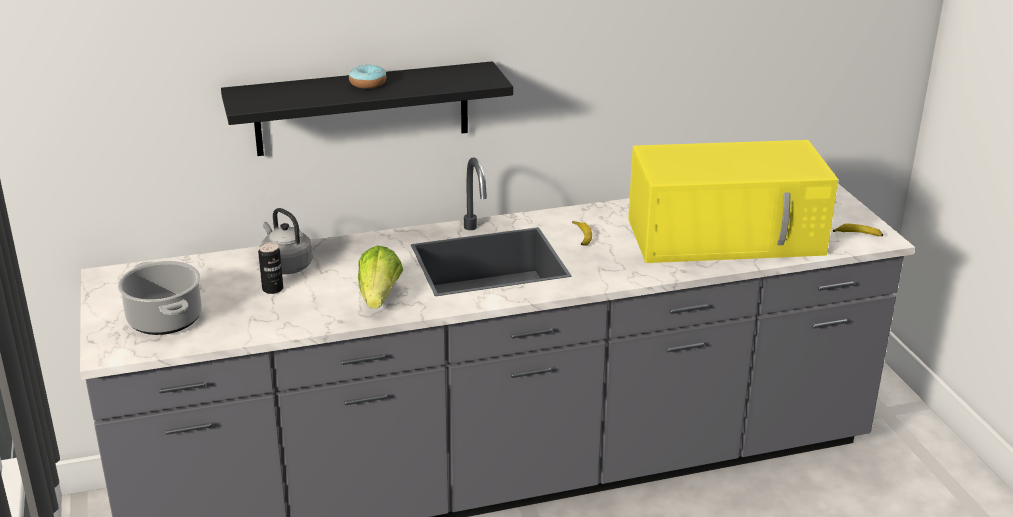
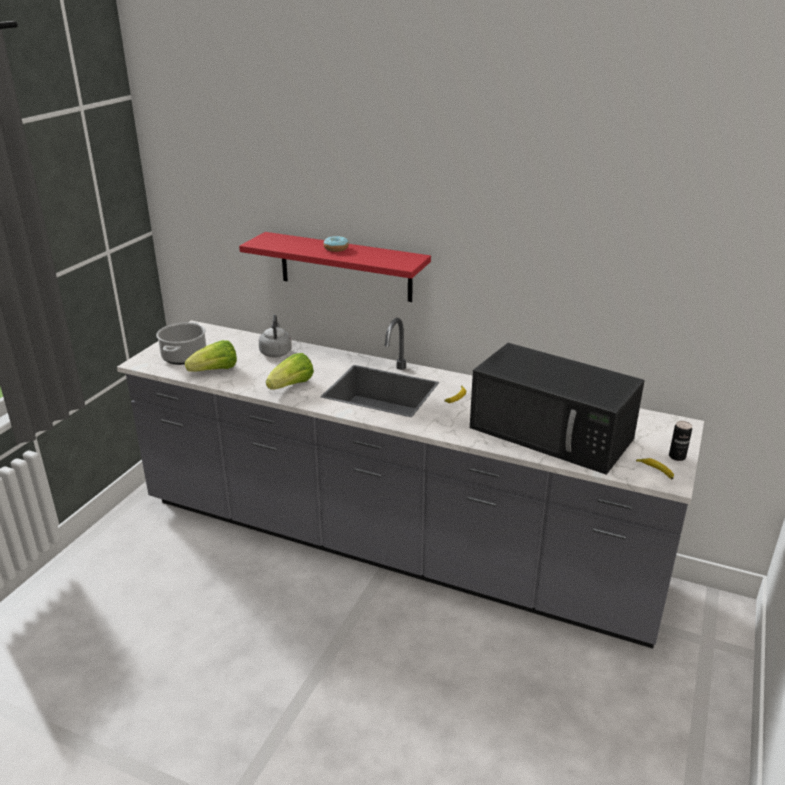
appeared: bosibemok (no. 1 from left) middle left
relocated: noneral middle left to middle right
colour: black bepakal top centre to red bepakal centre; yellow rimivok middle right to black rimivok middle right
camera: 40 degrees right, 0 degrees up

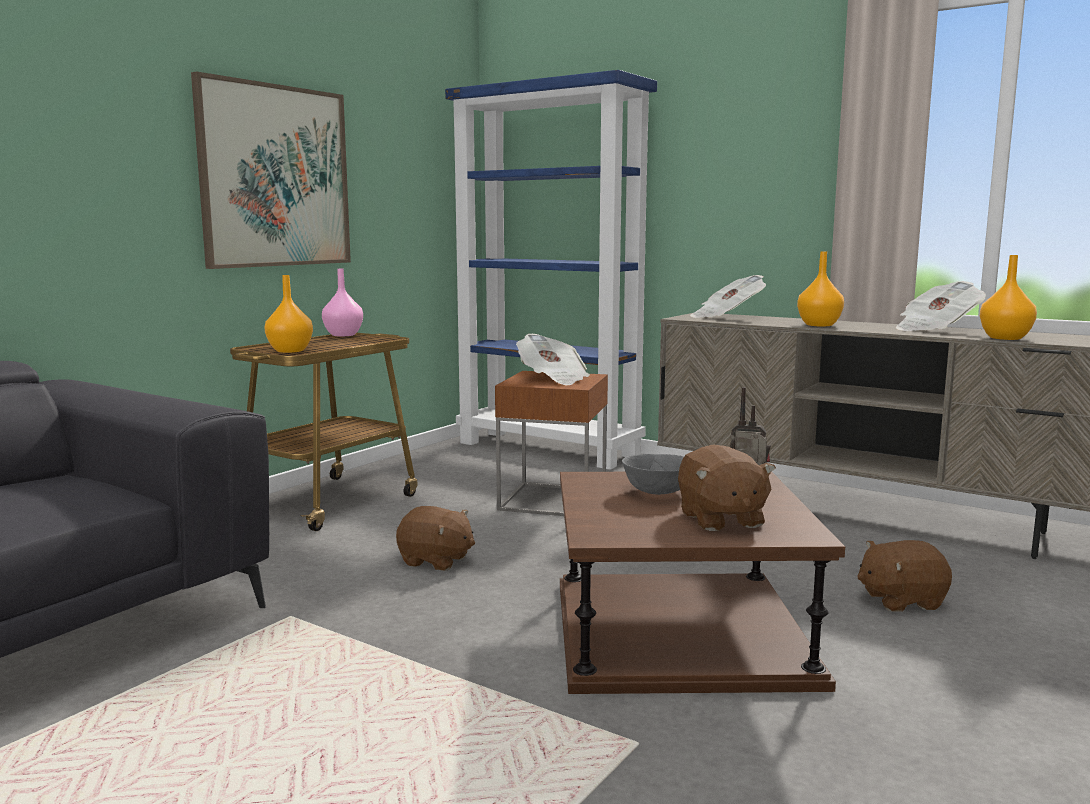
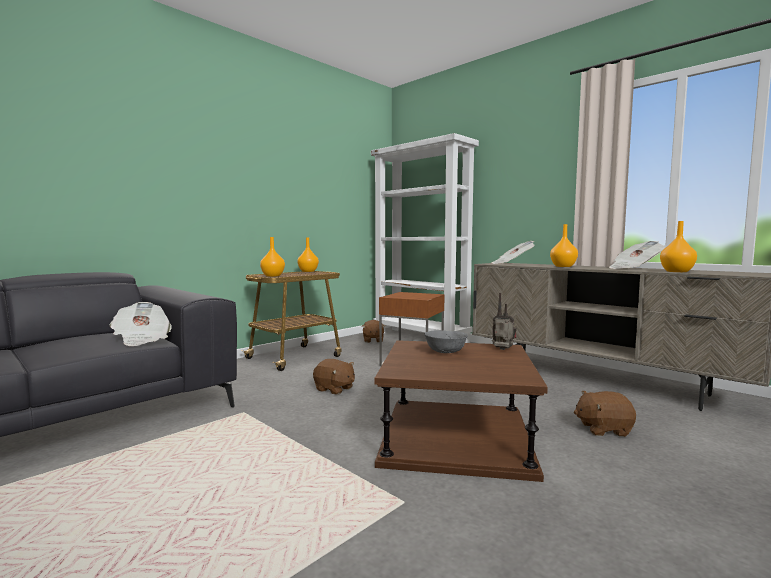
missing: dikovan top left
relocated: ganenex (no. 1 from left) centre to middle left; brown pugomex (no. 2 from left) middle right to centre
colour: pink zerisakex middle left to orange zerisakex (no. 2 from left) centre; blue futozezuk centre to white futozezuk centre
camera: 10 degrees right, 5 degrees down

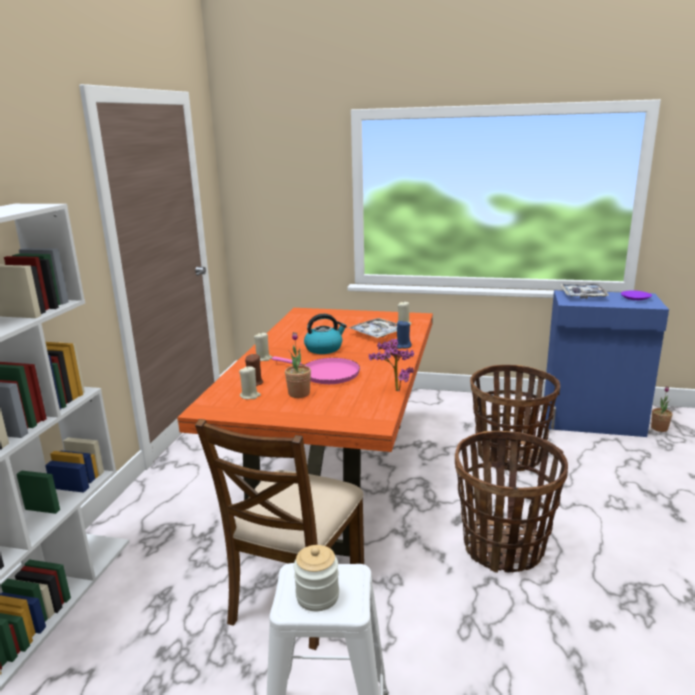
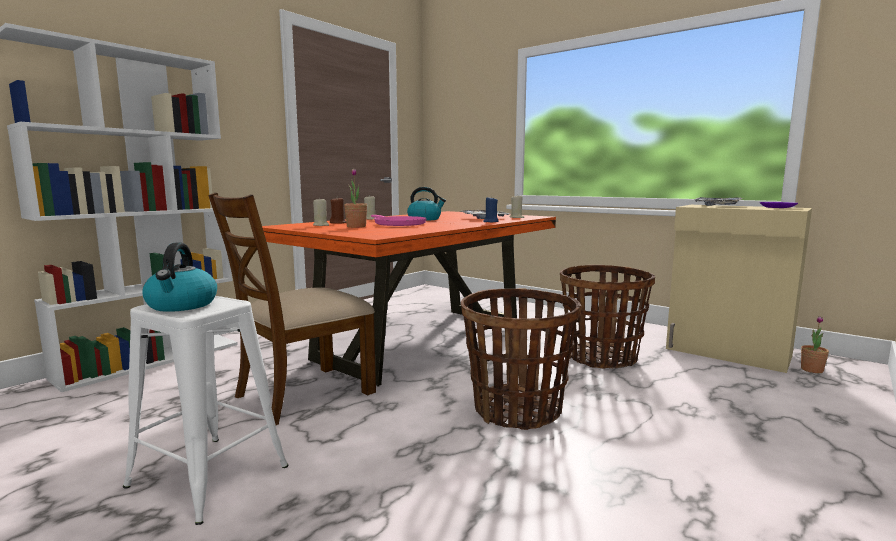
missing: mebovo (no. 2 from left) centre
exchanged: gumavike bottom centre to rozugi (no. 1 from left) middle left
colour: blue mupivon middle right to beige mupivon middle right
camera: 25 degrees right, 10 degrees down

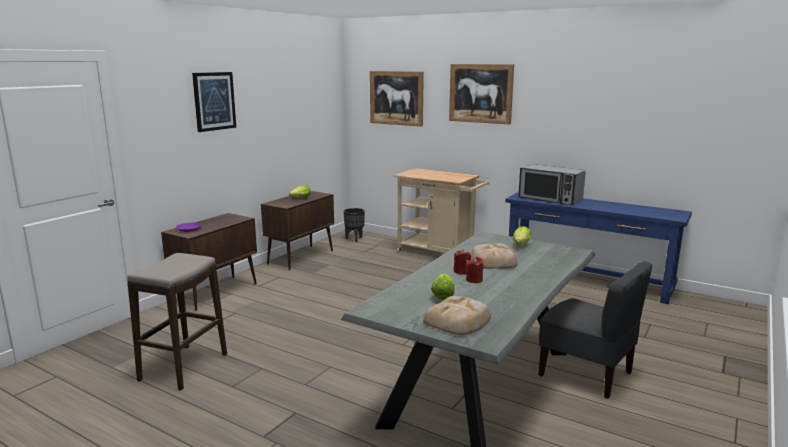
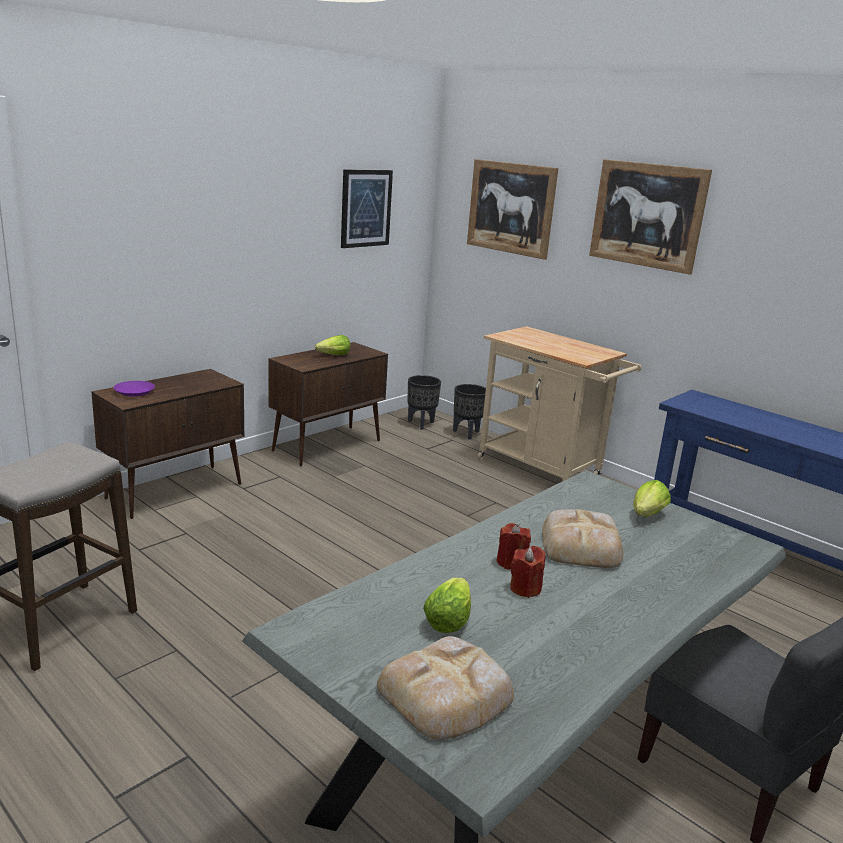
missing: rimivok middle right
appeared: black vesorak (no. 2 from left) centre
relocated: dikovan (no. 1 from left) top left to top centre
camera: 10 degrees right, 5 degrees up

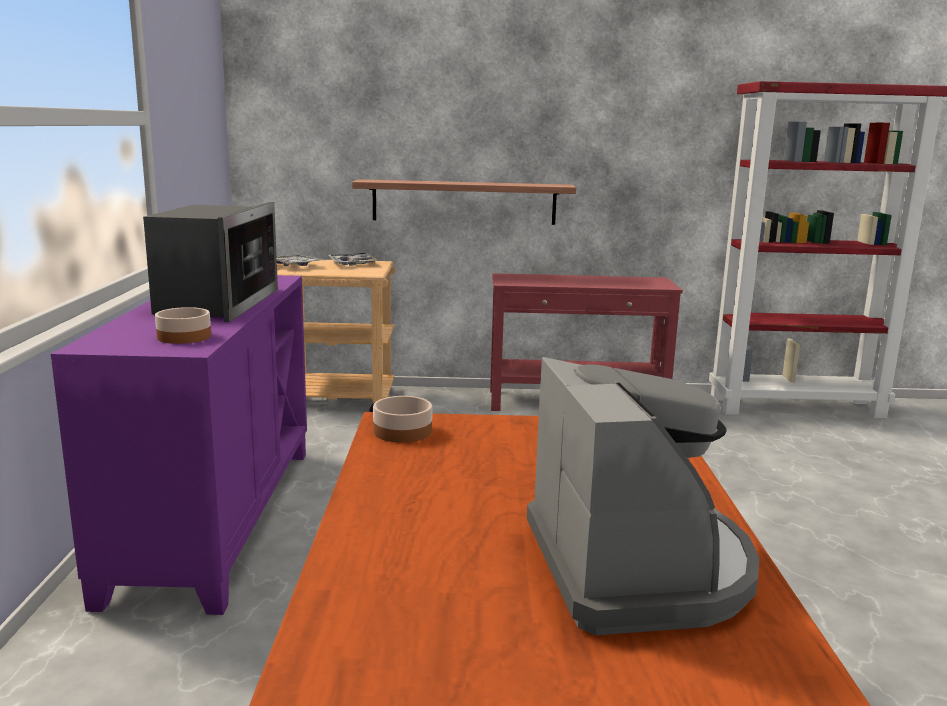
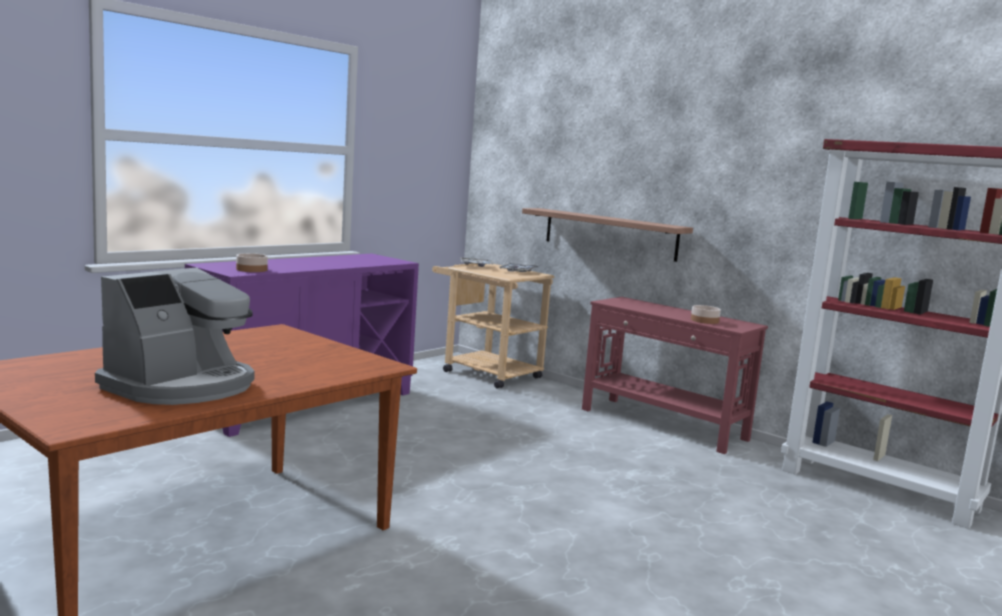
missing: rimivok middle left
relocated: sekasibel (no. 2 from left) centre to middle right
camera: 40 degrees right, 5 degrees down

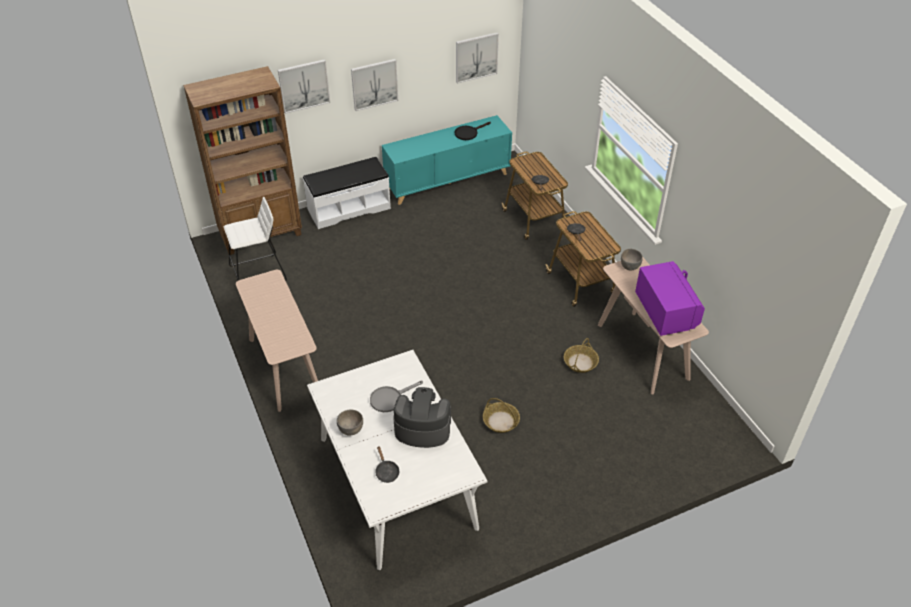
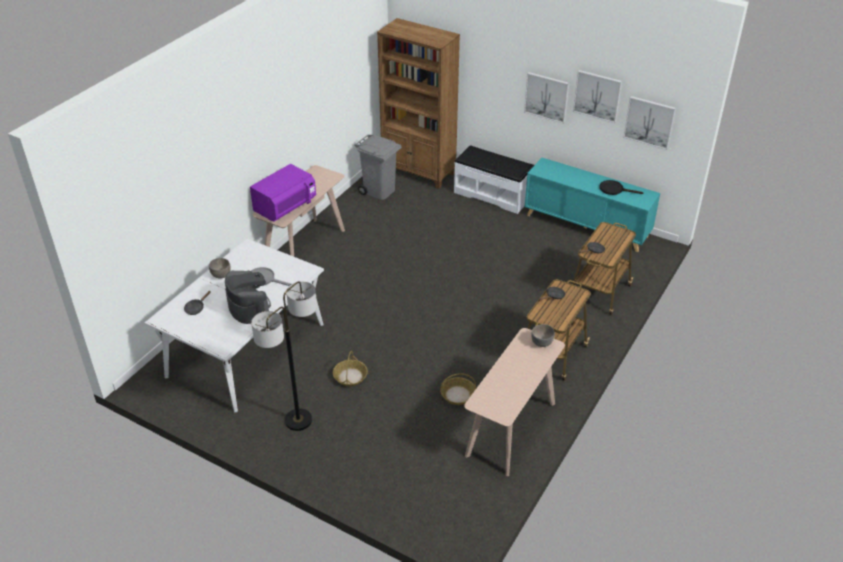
appeared: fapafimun centre
relocated: dikovan (no. 1 from left in the first image) top centre to dikovan (no. 2 from left) top right; purple rimivok middle right to centre
exchanged: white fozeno middle left to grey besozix top centre
camera: 55 degrees right, 5 degrees down

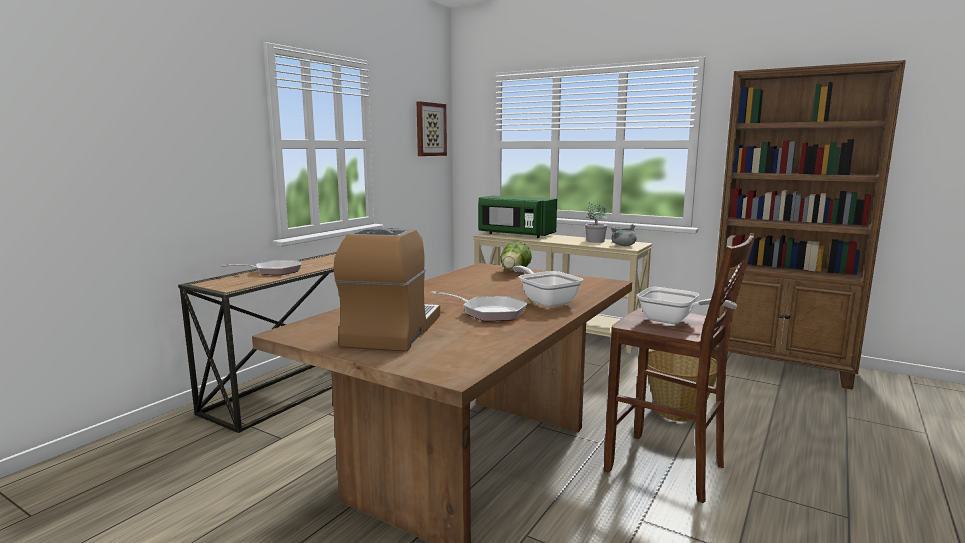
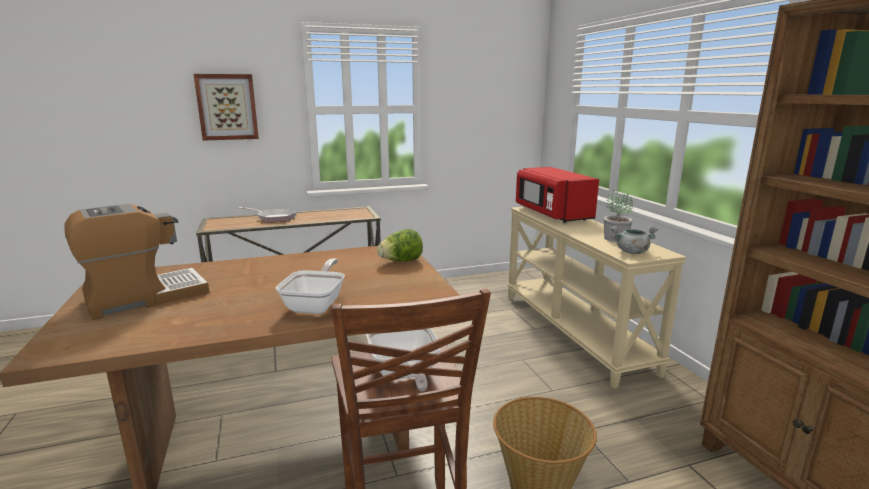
missing: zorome (no. 2 from left) centre
relocated: dikovan top centre to top left
colour: green rimivok centre to red rimivok centre
camera: 40 degrees right, 5 degrees up

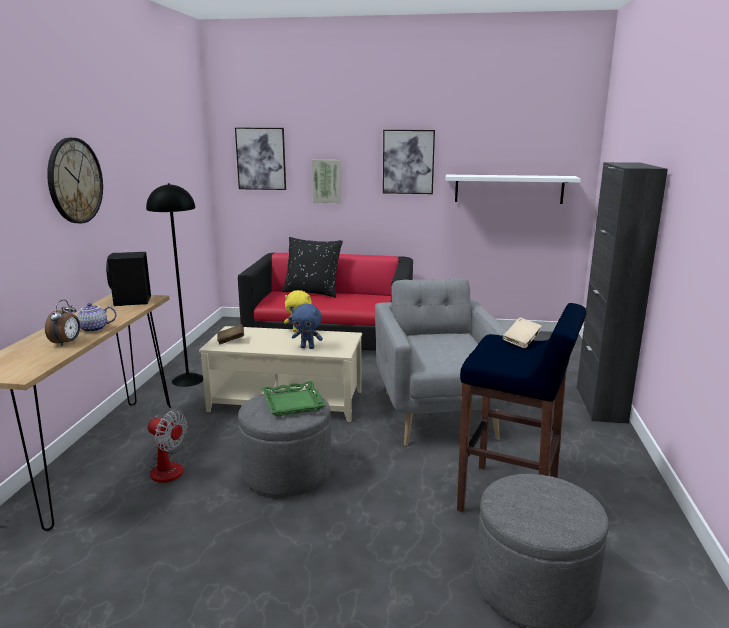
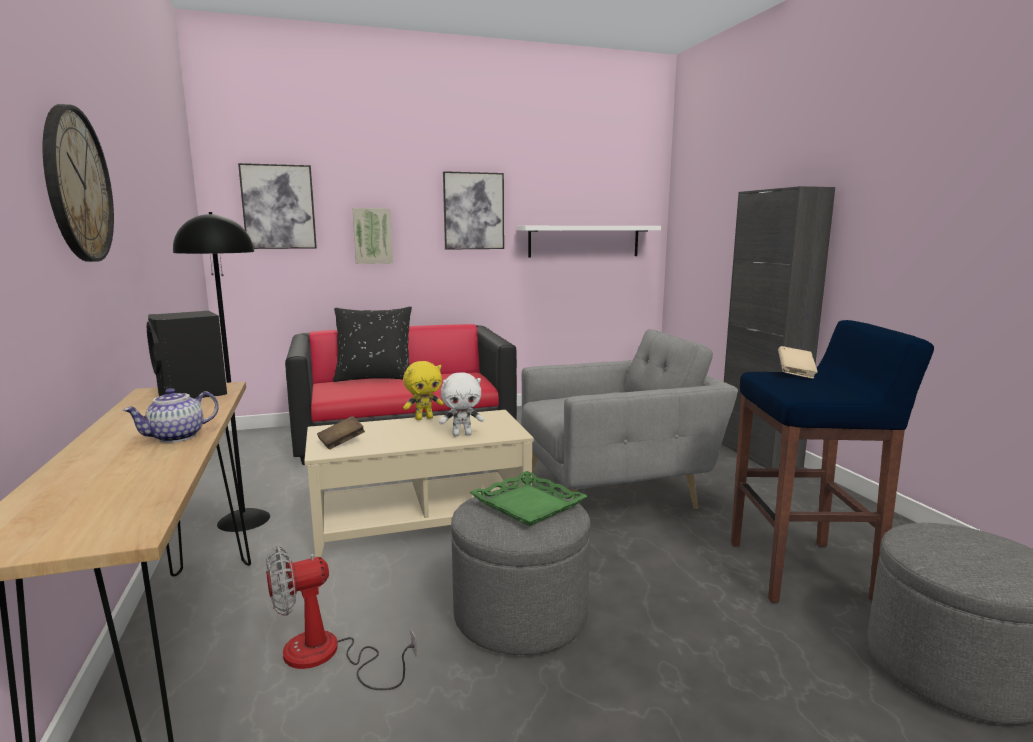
missing: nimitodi middle left
colour: blue pugomex centre to white pugomex centre
spun: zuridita bottom left = bottom left 150 degrees clockwise; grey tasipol centre = centre 105 degrees clockwise
camera: 25 degrees left, 5 degrees down

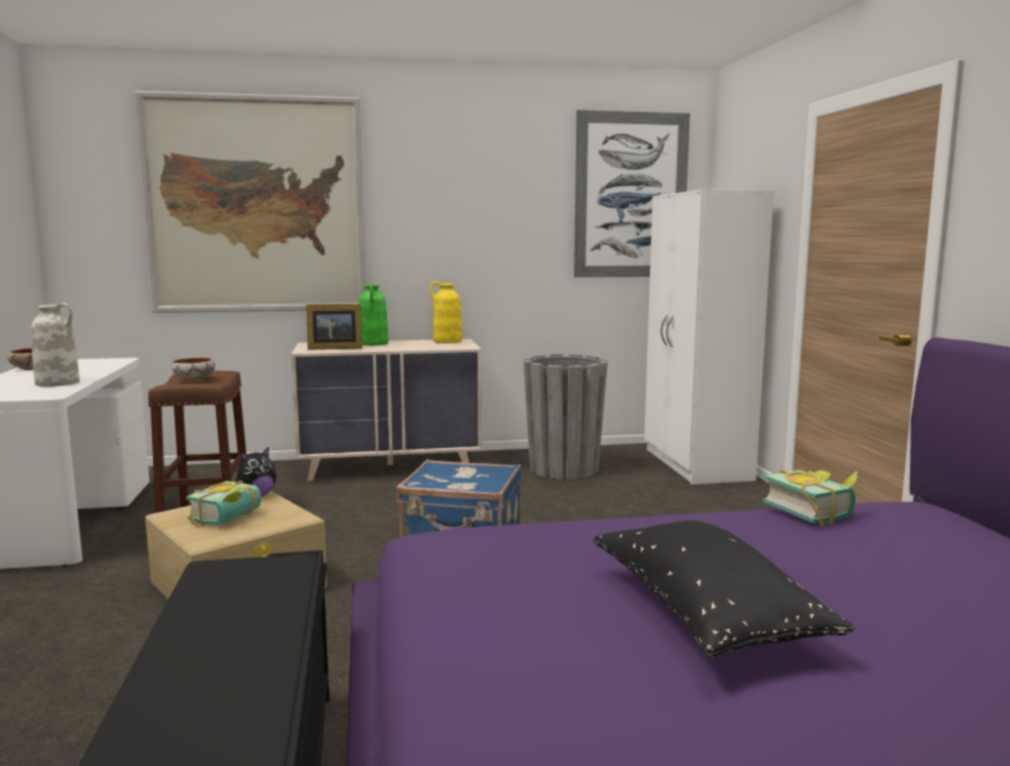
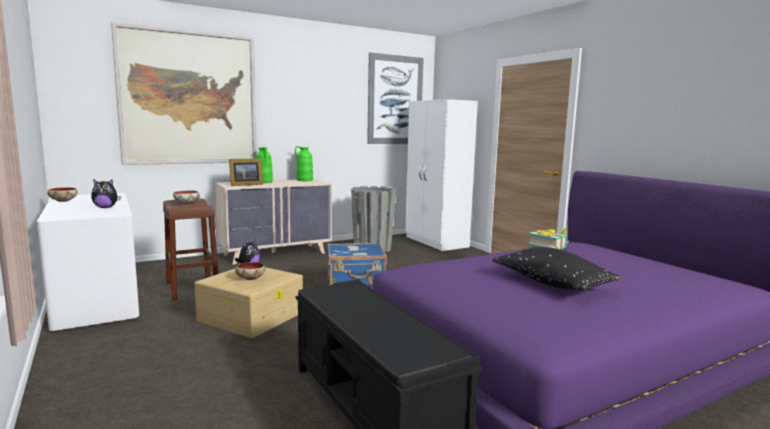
exchanged: white zerisakex middle left to pugomex (no. 1 from left) middle left; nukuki (no. 1 from left) middle left to sekasibel (no. 3 from left) middle left
colour: yellow zerisakex centre to green zerisakex (no. 2 from left) centre
camera: 20 degrees left, 0 degrees up

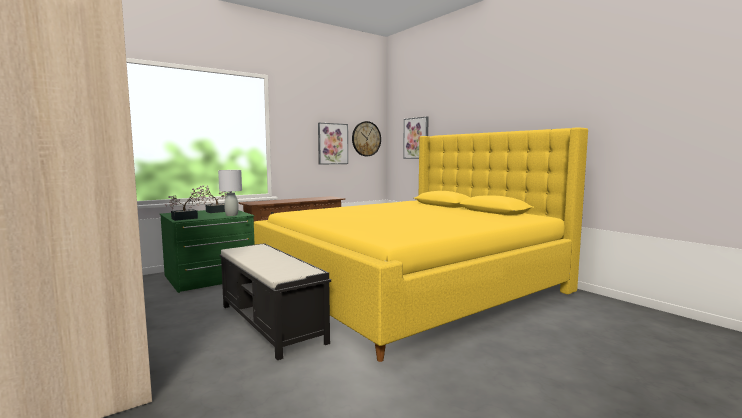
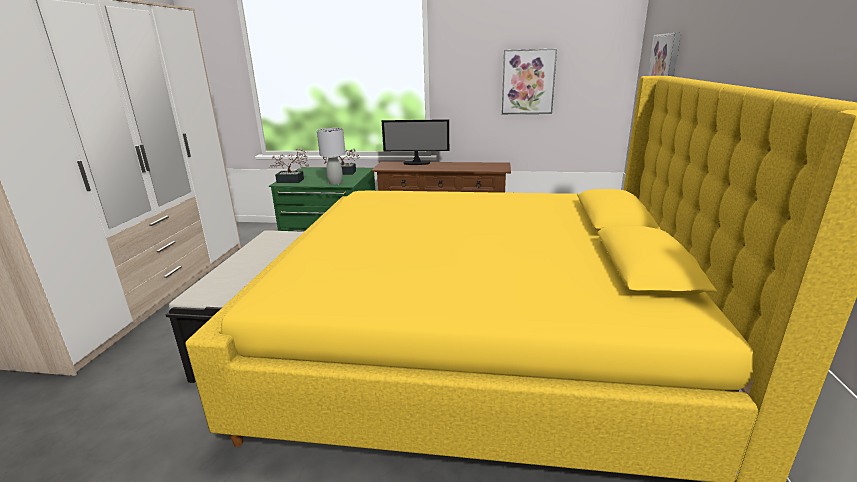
missing: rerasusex top centre
appeared: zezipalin top centre
camera: 45 degrees right, 15 degrees up

